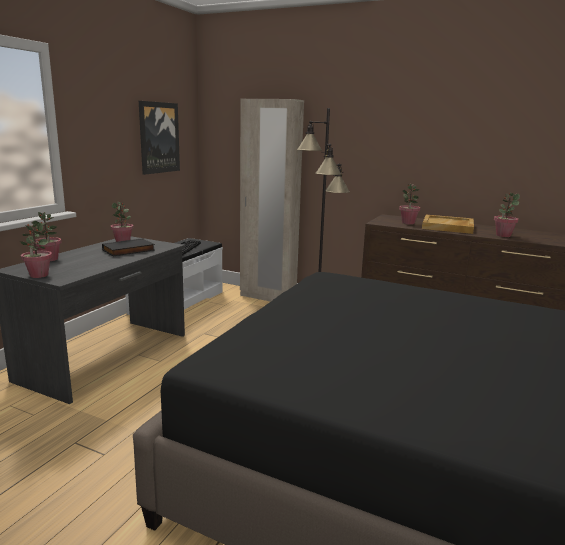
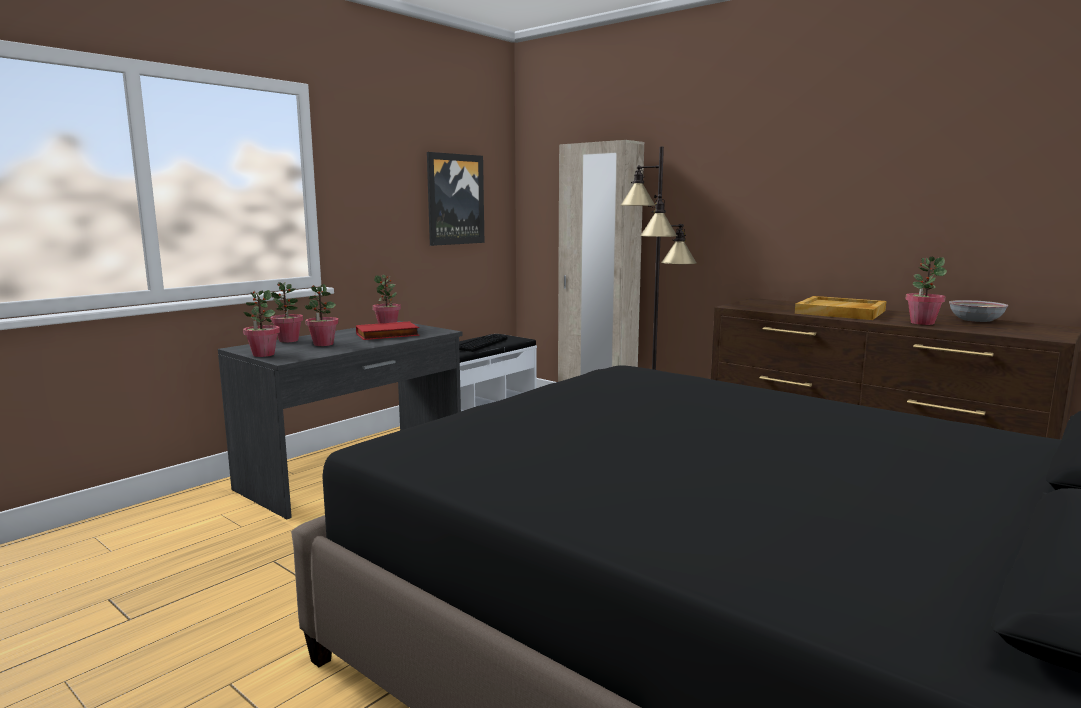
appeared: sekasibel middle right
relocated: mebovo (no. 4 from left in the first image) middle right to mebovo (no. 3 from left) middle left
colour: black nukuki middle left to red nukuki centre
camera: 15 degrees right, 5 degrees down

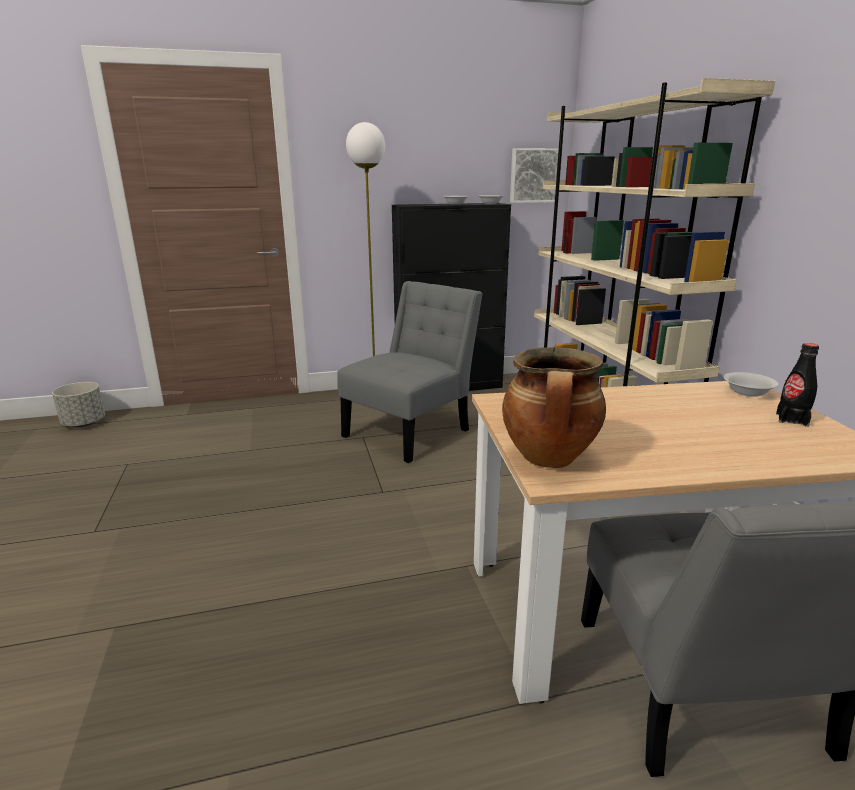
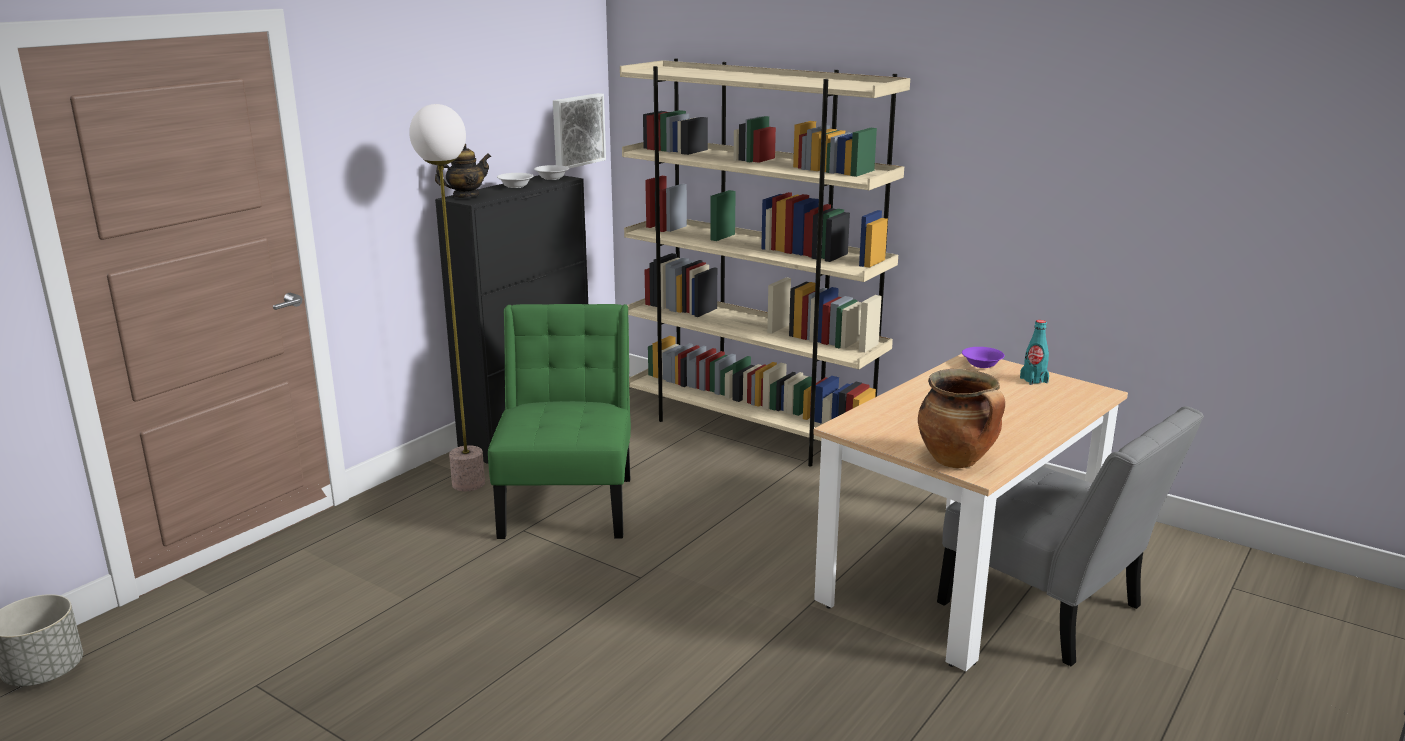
appeared: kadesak top left
colour: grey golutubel (no. 1 from left) centre to green golutubel centre; white sekasibel (no. 3 from left) middle right to purple sekasibel middle right; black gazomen middle right to turquoise gazomen middle right
camera: 40 degrees left, 0 degrees up

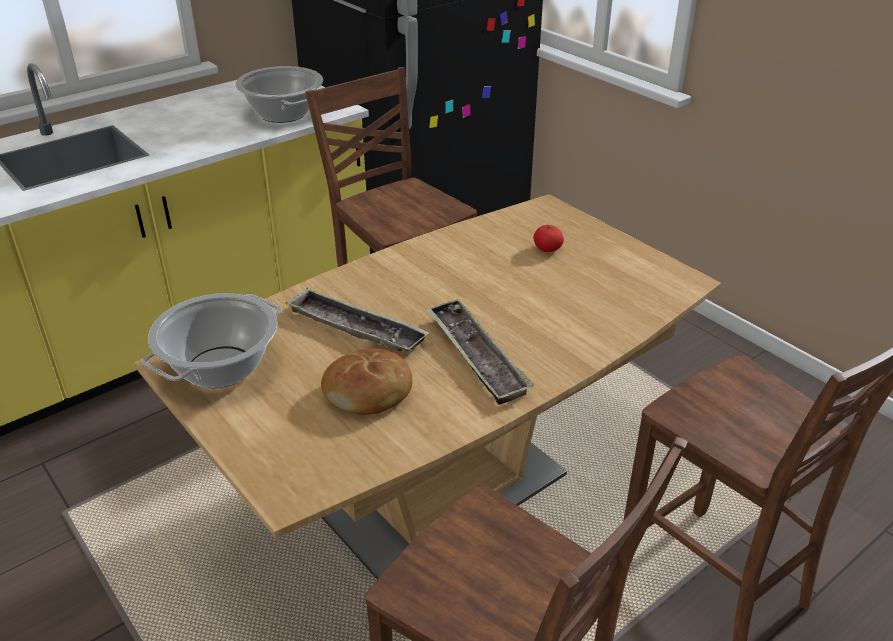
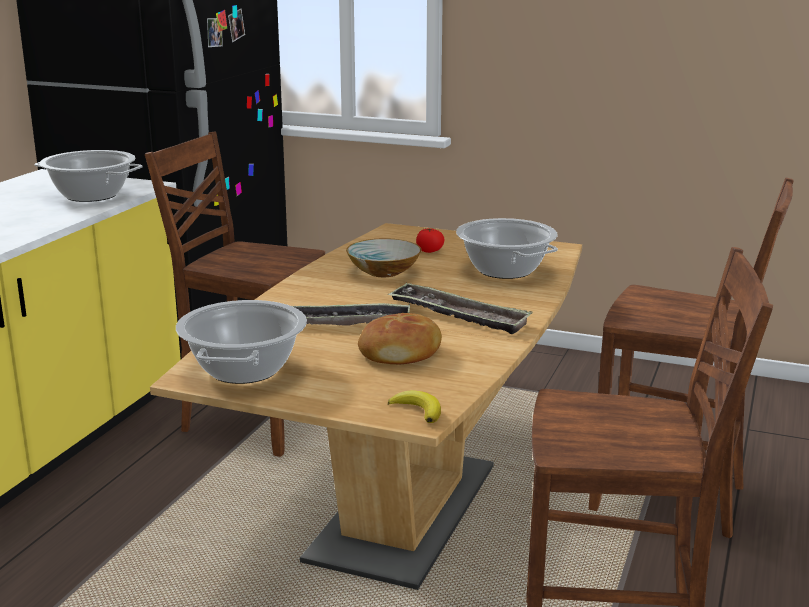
appeared: sekasibel centre; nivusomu bottom centre; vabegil (no. 3 from left) centre
camera: 30 degrees left, 15 degrees down

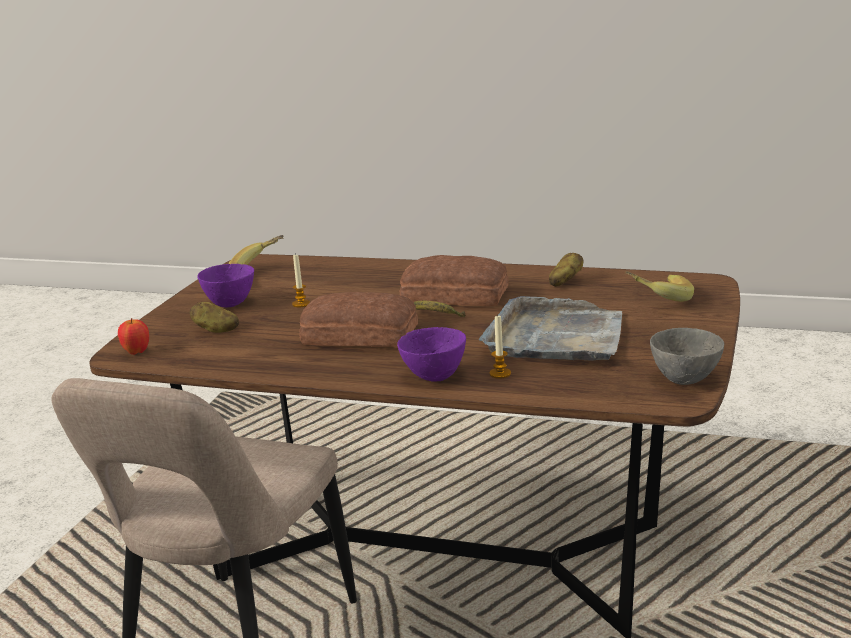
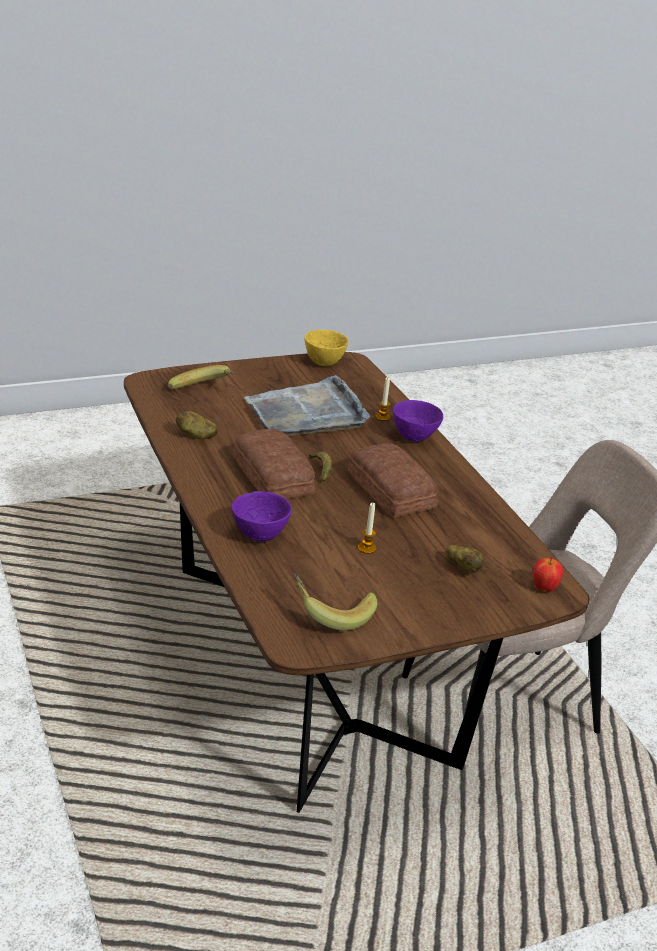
relocated: purple sekasibel (no. 1 from left) middle left to centre
colour: grey sekasibel middle right to yellow sekasibel centre
camera: 135 degrees left, 10 degrees up

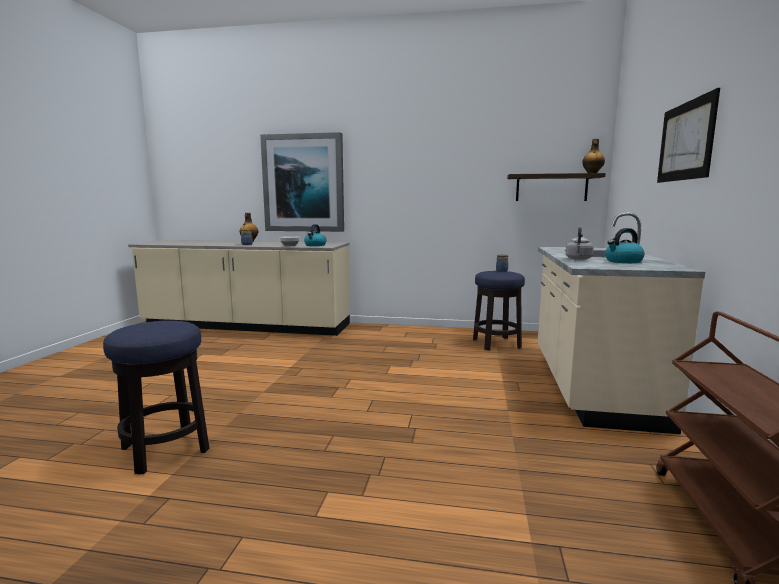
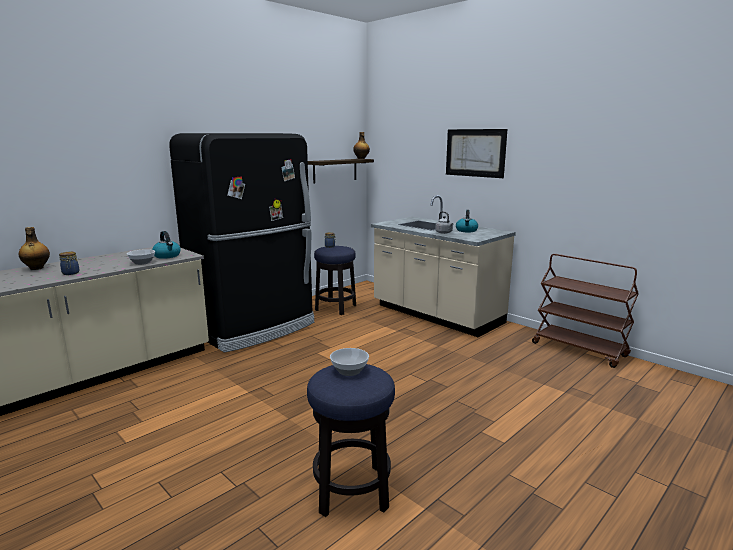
missing: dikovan (no. 1 from left) top centre
appeared: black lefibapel middle left; sekasibel (no. 2 from left) centre
camera: 55 degrees left, 5 degrees up

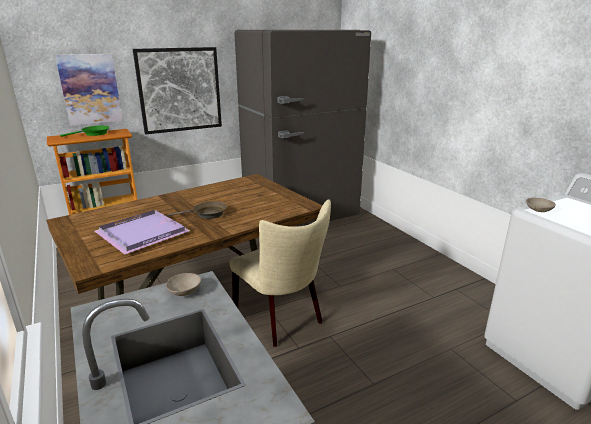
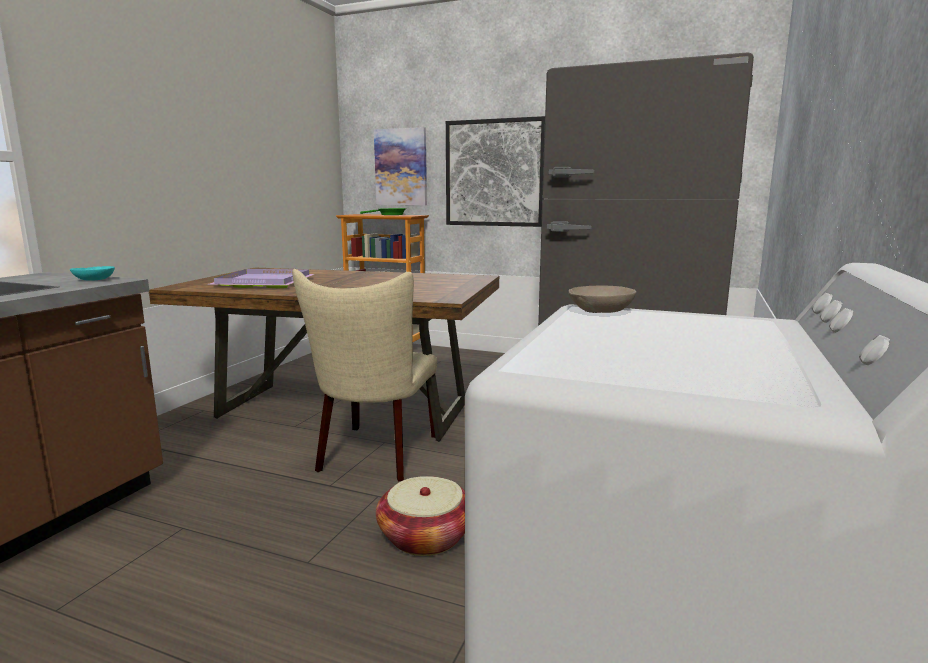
missing: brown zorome centre
appeared: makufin bottom centre
colour: beige sekasibel (no. 1 from left) bottom left to turquoise sekasibel middle left
camera: 50 degrees right, 10 degrees down

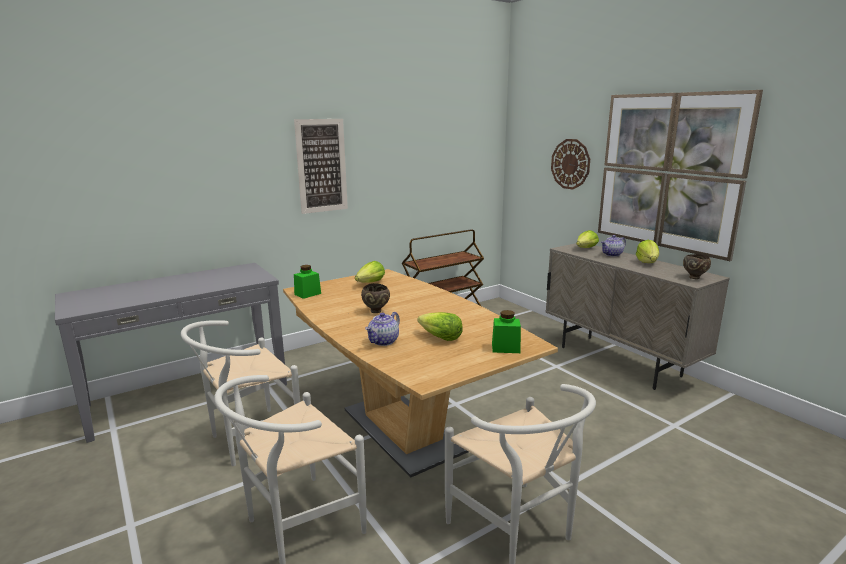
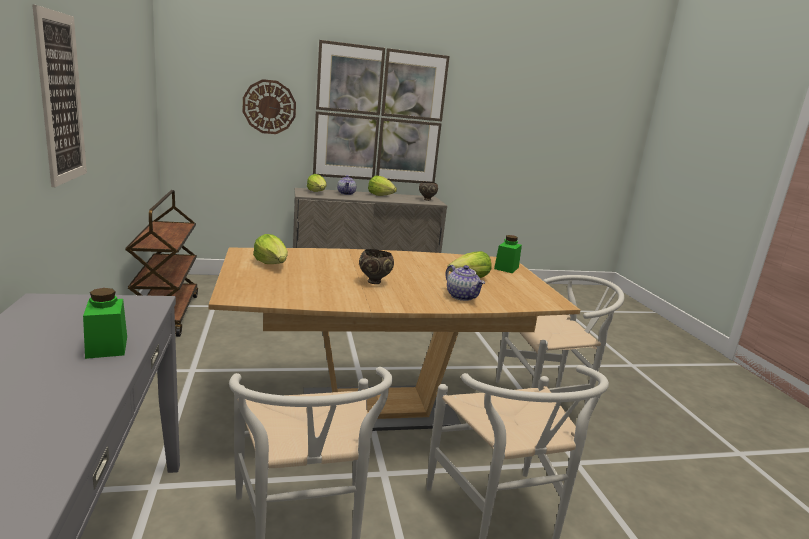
relocated: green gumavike (no. 1 from left) centre to middle left
camera: 70 degrees left, 0 degrees up

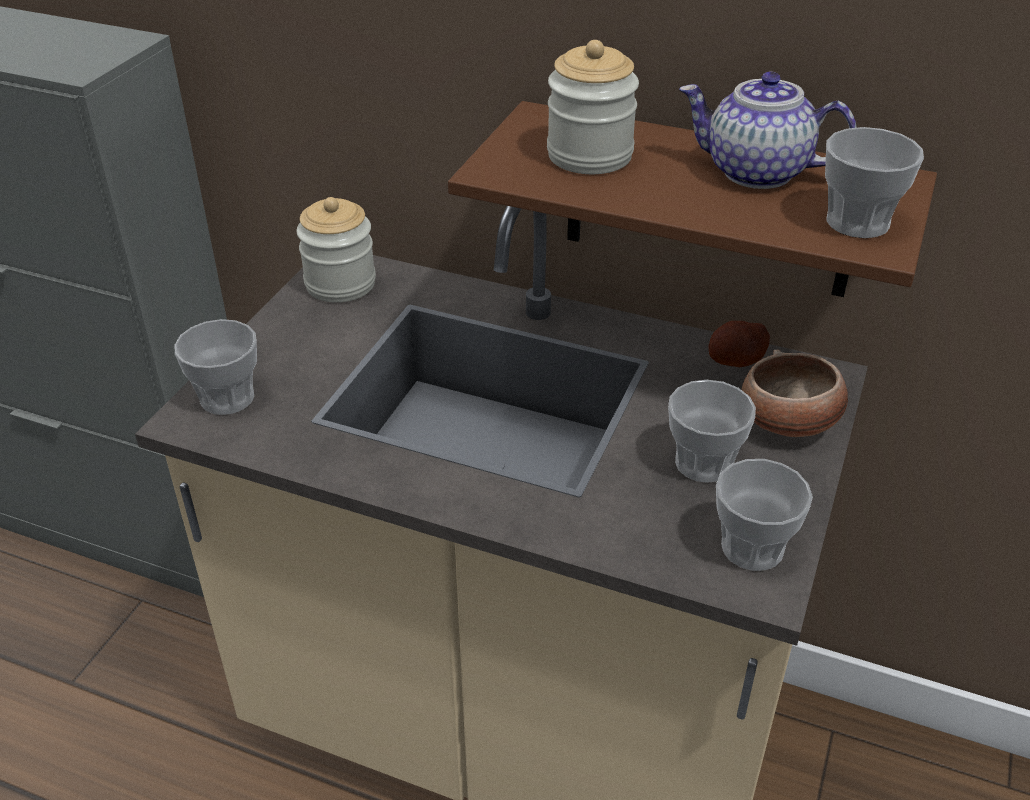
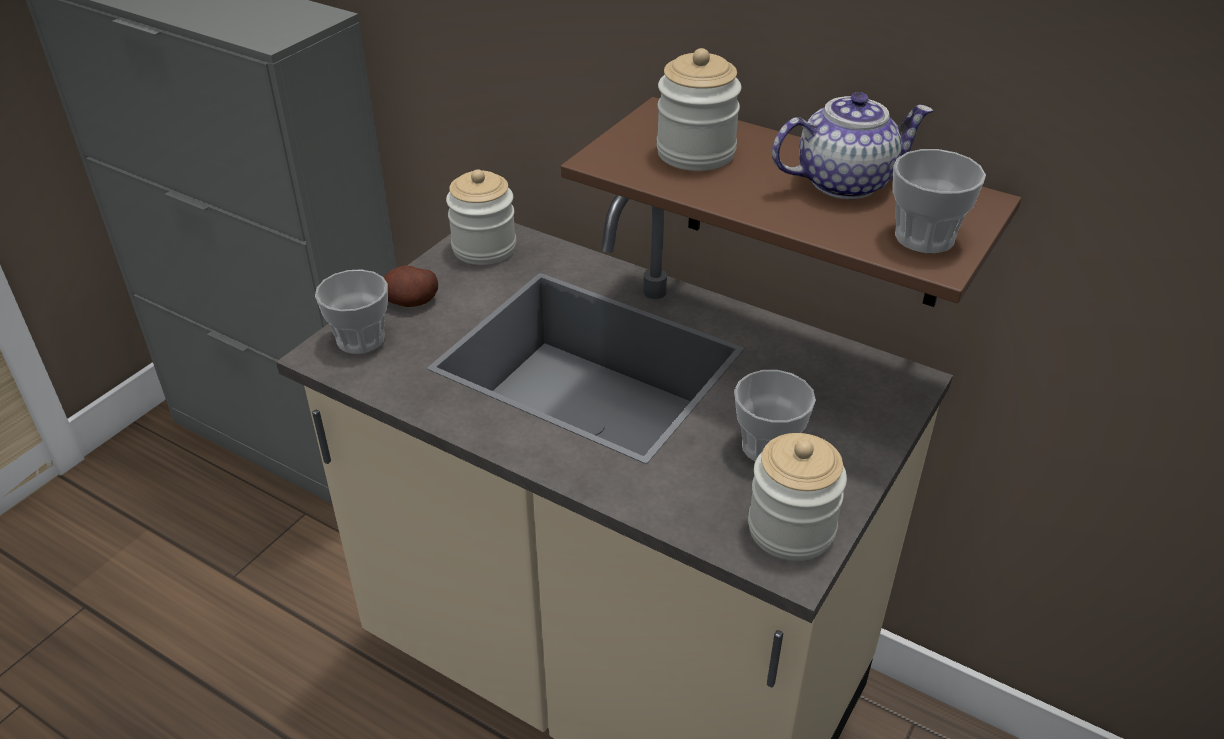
missing: sekasibel middle right
relocated: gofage middle right to centre
exchanged: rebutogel (no. 3 from left) middle right to gumavike (no. 3 from left) bottom centre
spun: kadesak top right = top right 135 degrees clockwise
camera: 10 degrees right, 0 degrees up

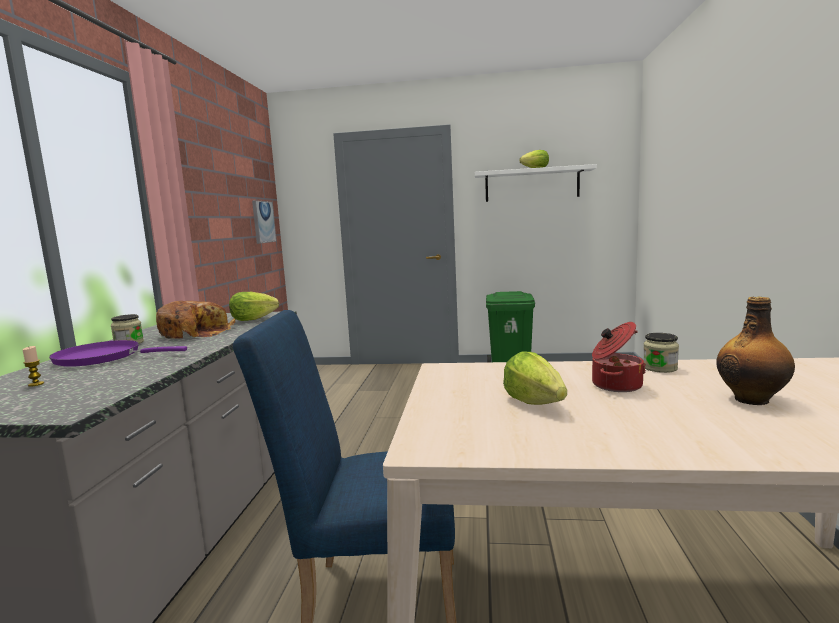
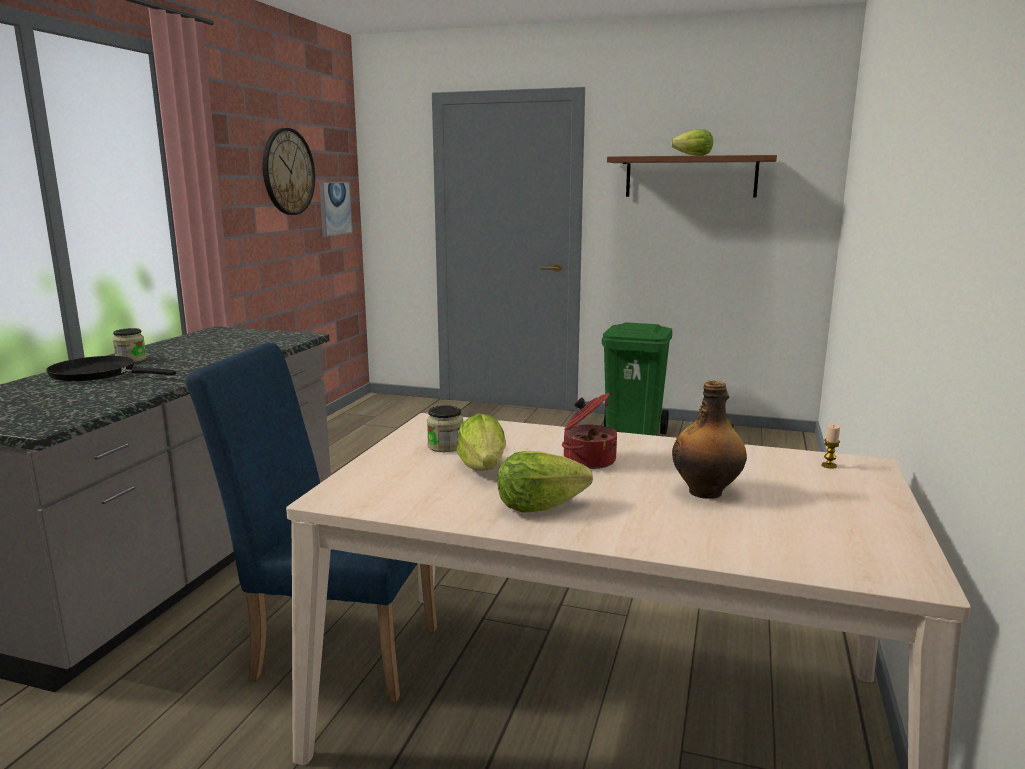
missing: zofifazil middle left
appeared: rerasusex top left
relocated: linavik middle left to middle right; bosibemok (no. 1 from left in the first image) middle left to bosibemok (no. 2 from left) centre; gumavike (no. 2 from left) middle right to centre
colour: purple zorome middle left to black zorome middle left; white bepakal top centre to brown bepakal top right
camera: 10 degrees right, 5 degrees up

